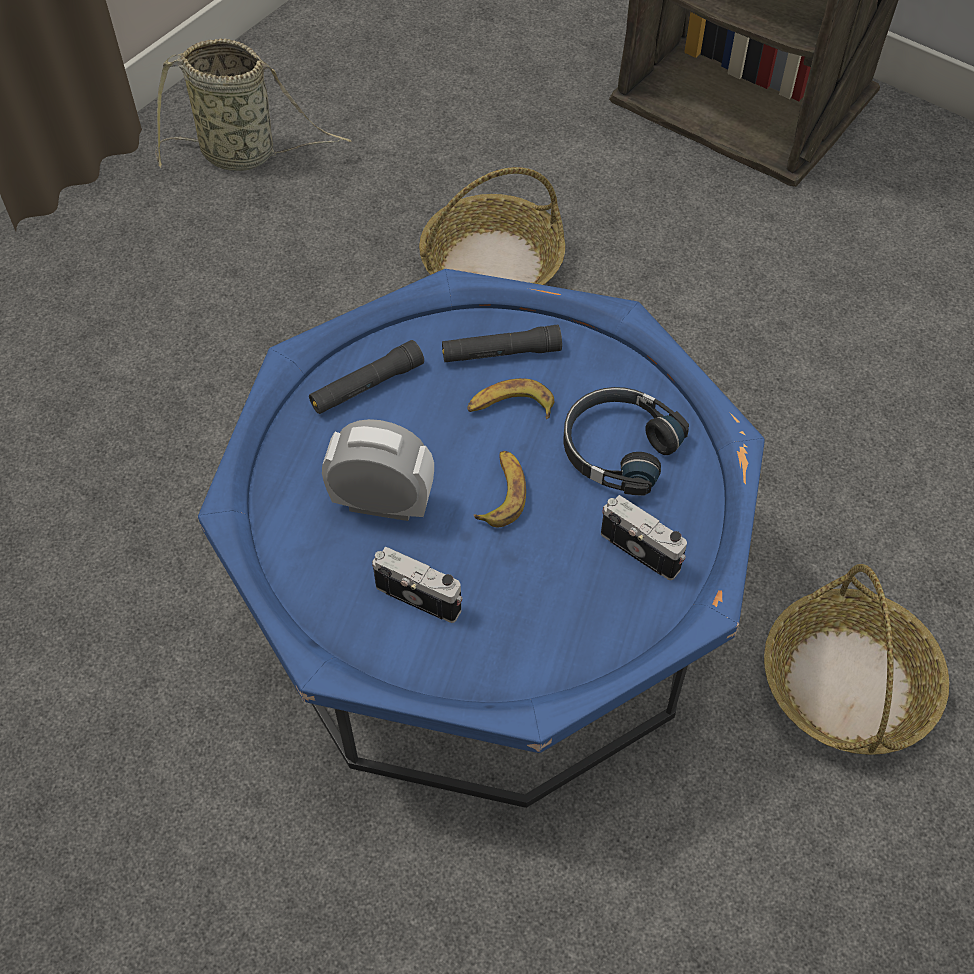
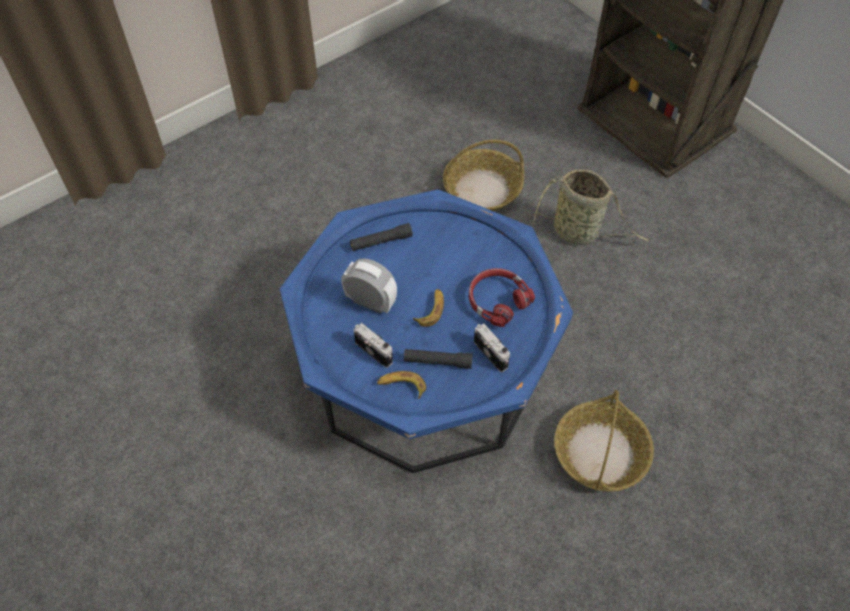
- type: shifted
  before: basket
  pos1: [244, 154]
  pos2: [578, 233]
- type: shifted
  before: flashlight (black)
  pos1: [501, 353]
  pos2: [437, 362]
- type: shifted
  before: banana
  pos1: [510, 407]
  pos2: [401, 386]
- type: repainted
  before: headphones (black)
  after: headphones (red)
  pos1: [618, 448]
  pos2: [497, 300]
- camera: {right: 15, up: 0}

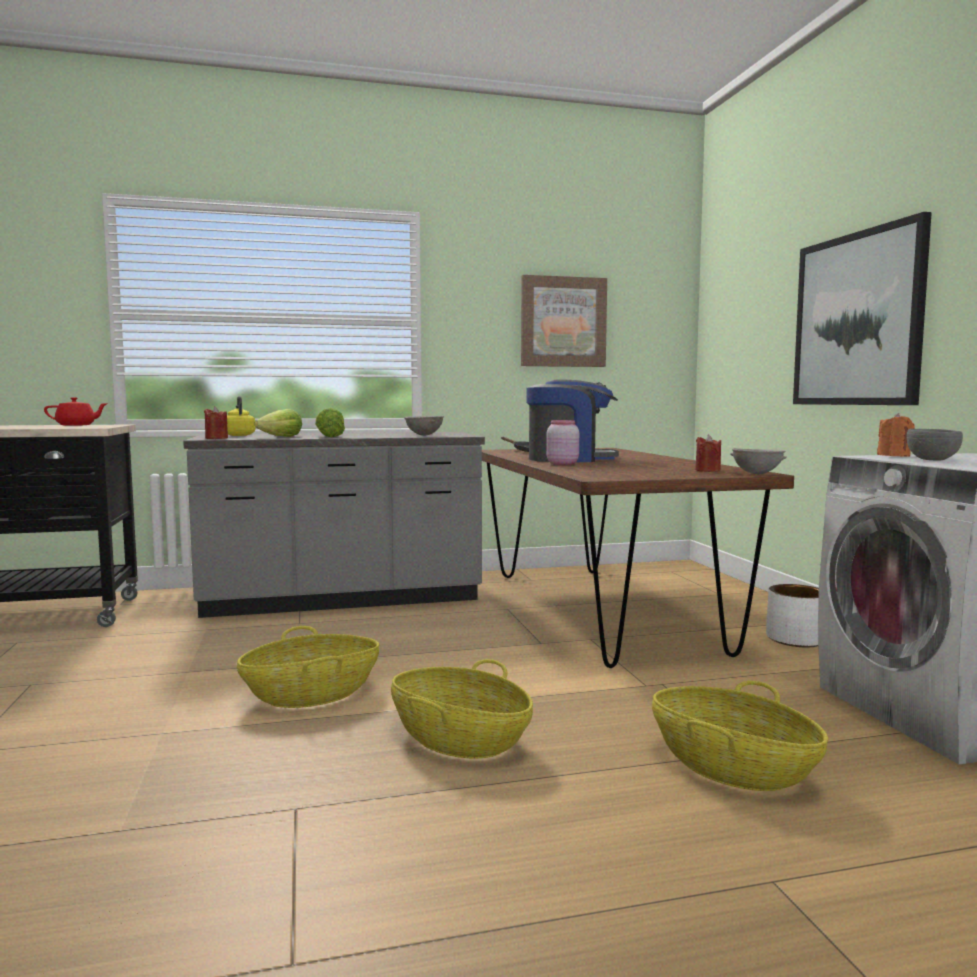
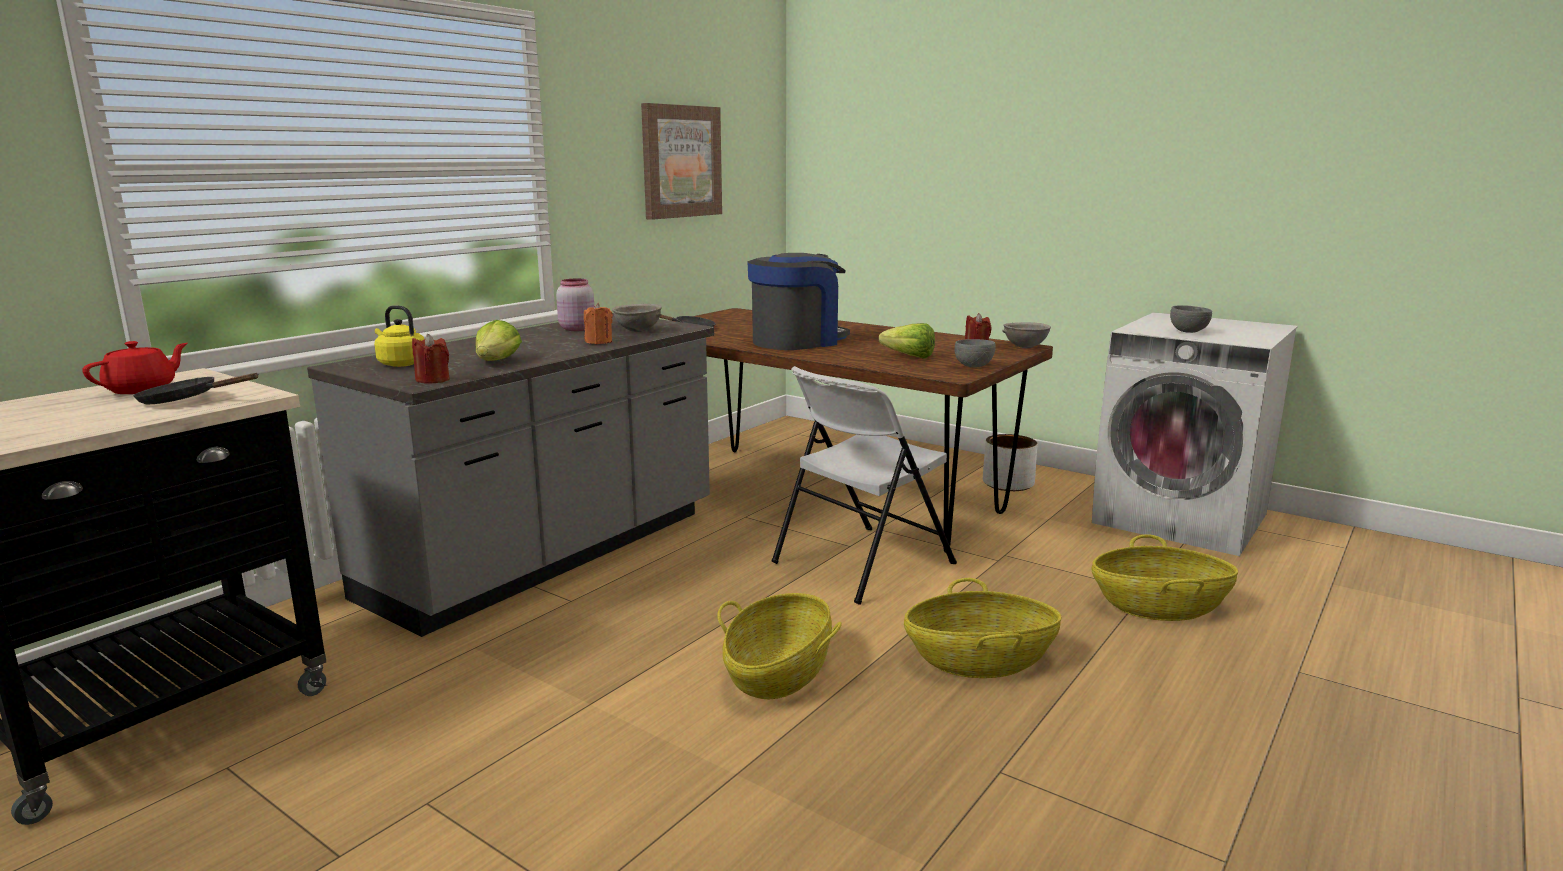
- type: gone
  before: picture
  pos1: [857, 319]
- type: shifted
  before: lettuce
  pos1: [328, 436]
  pos2: [905, 356]
- type: shifted
  before: candle (orange)
  pos1: [894, 456]
  pos2: [599, 342]
- type: shifted
  before: jar (pink)
  pos1: [562, 464]
  pos2: [576, 329]
- type: new
  after: bowl (grey)
  pos2: [973, 366]
- type: new
  after: chair (white)
  pos2: [863, 563]
- type: new
  after: frying pan (black)
  pos2: [186, 400]
- camera: {right: -40, up: 10}

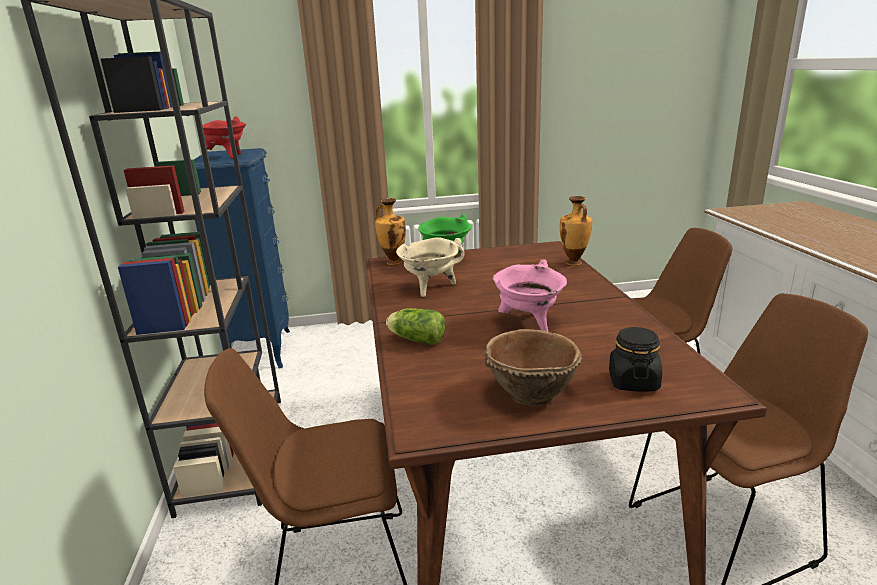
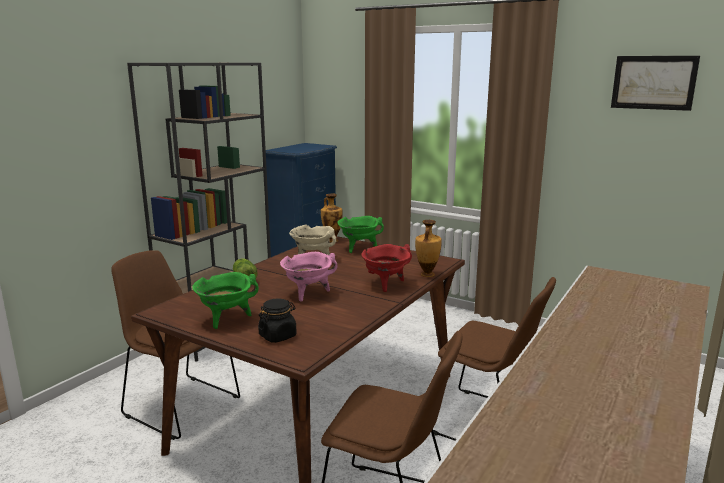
- type: shifted
  before: cooking pot (red)
  pos1: [227, 157]
  pos2: [385, 284]
- type: swapped
  before: bowl (brown)
  after: cooking pot (green)
  pos1: [530, 394]
  pos2: [226, 319]
- type: new
  after: picture
  pos2: [653, 82]
- camera: {right: 40, up: -5}

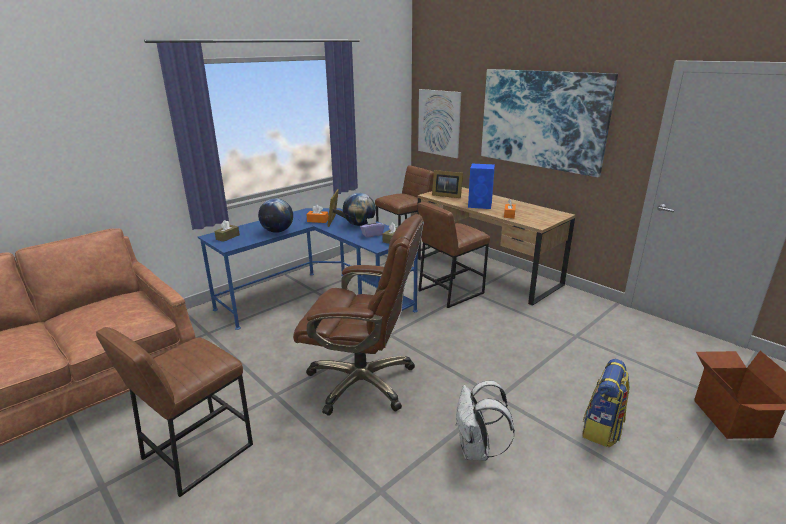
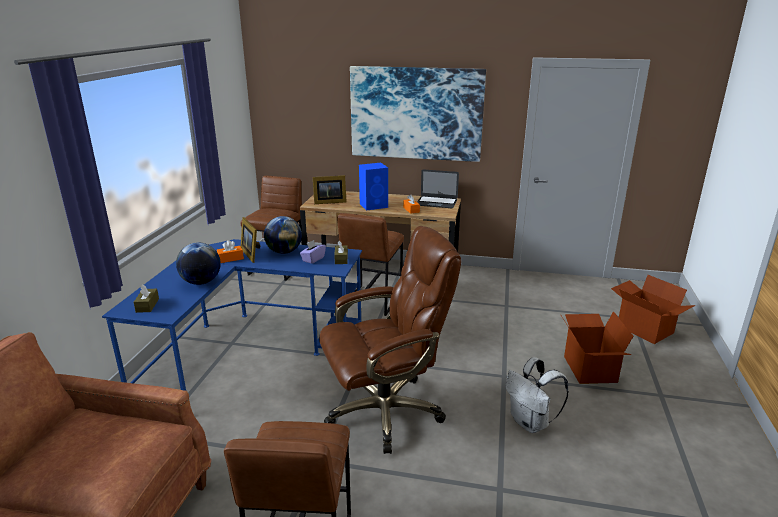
- type: gone
  before: picture
  pos1: [439, 123]
- type: swapped
  before: backpack
  after: cardboard box
  pos1: [602, 429]
  pos2: [588, 369]
- type: new
  after: laptop
  pos2: [436, 202]
- camera: {right: -35, up: 0}

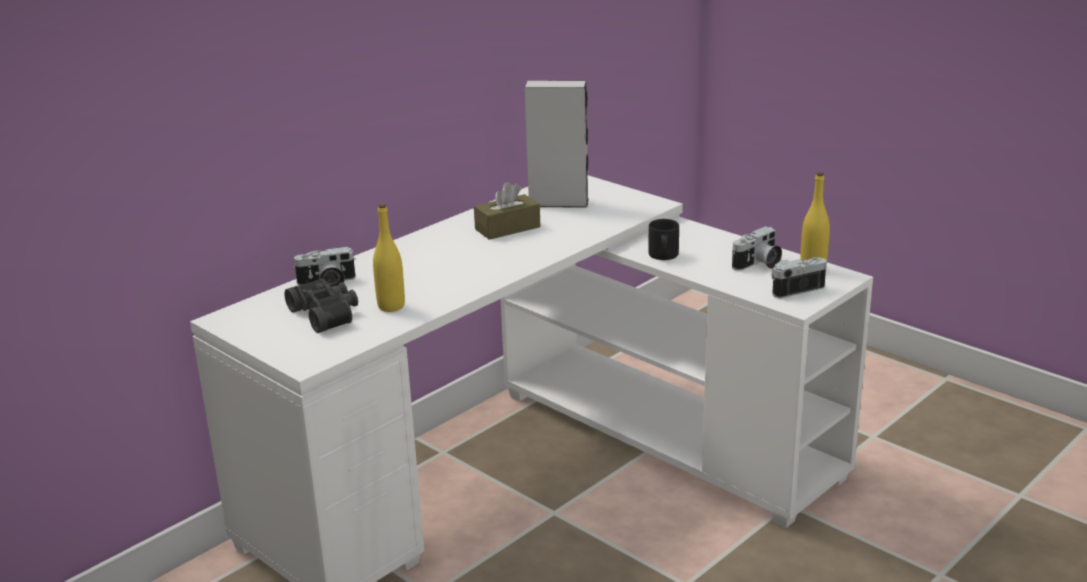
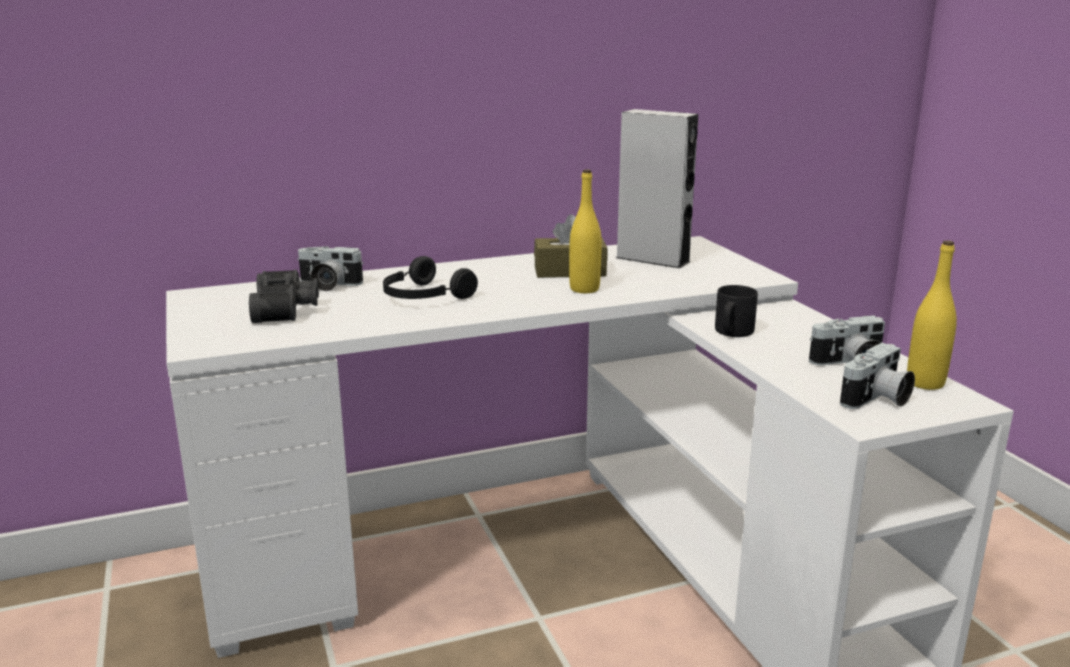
- type: shifted
  before: bottle (yellow)
  pos1: [391, 306]
  pos2: [584, 289]
- type: rotated
  before: photo camera
  pos1: [794, 288]
  pos2: [877, 400]
  turn: 135
- type: new
  after: headphones (black)
  pos2: [423, 297]
- camera: {right: 25, up: -5}

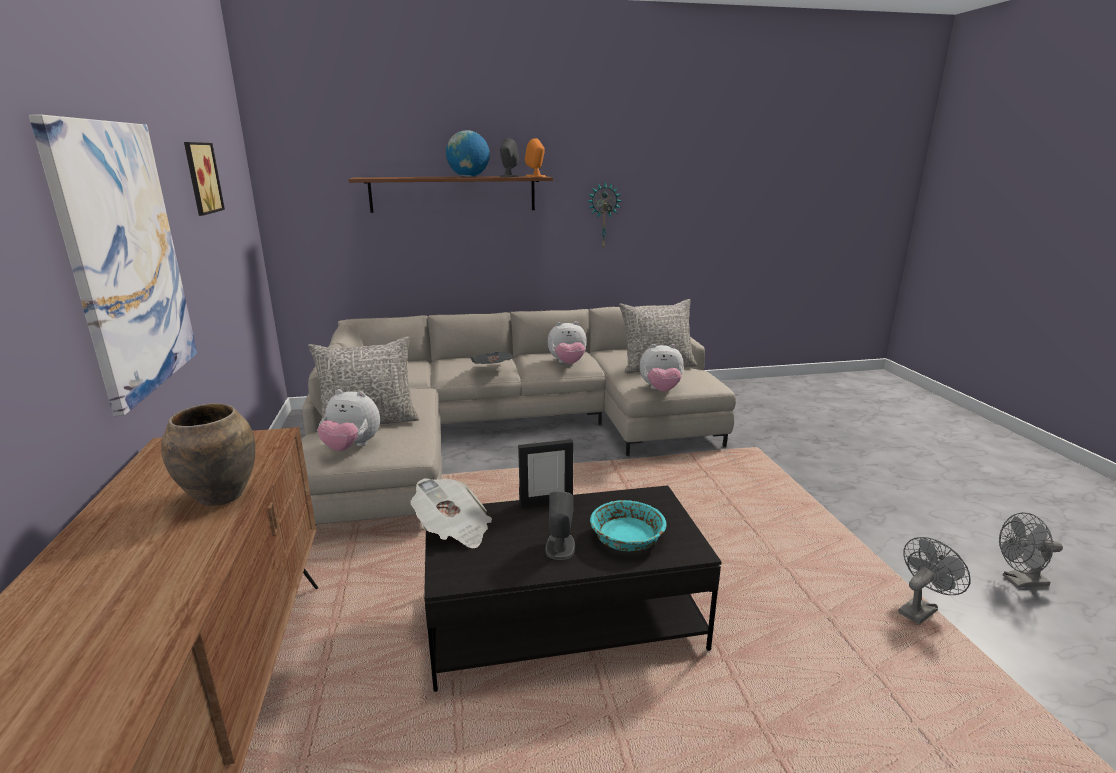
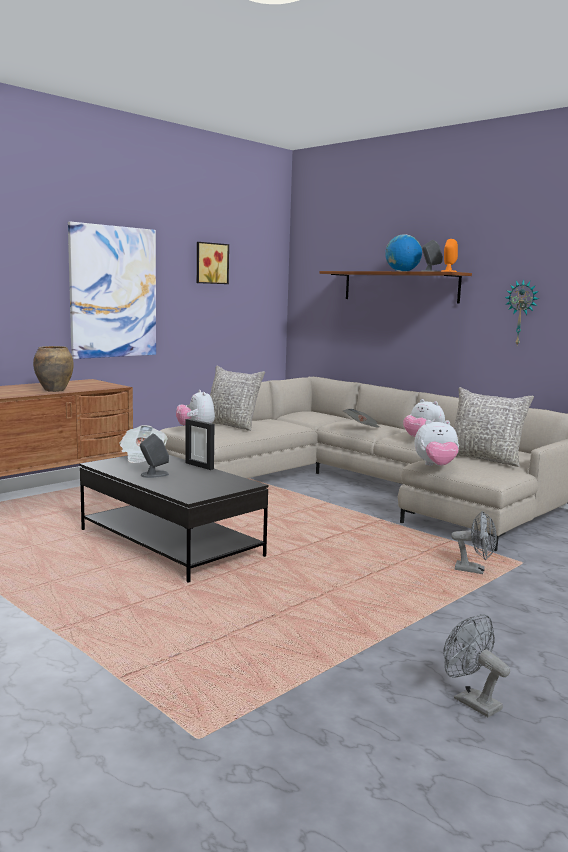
- type: rotated
  before: plush toy
  pos1: [660, 390]
  pos2: [436, 466]
  turn: -60
- type: gone
  before: bowl (turquoise)
  pos1: [626, 538]
- type: shifted
  before: fan (grey)
  pos1: [920, 609]
  pos2: [474, 570]
- camera: {right: 55, up: -10}

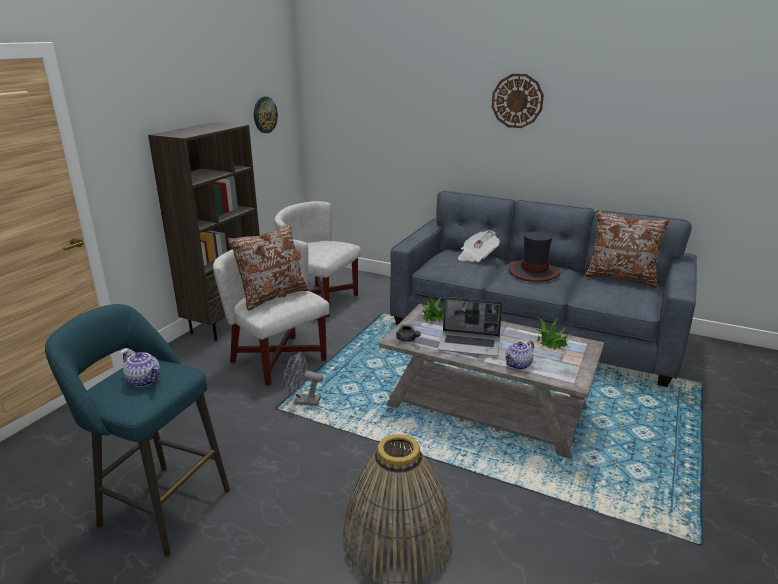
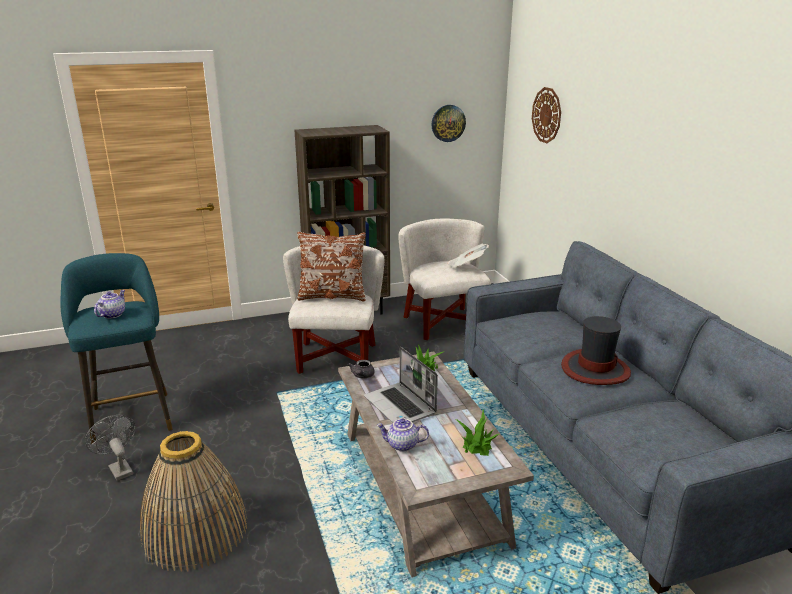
- type: shifted
  before: wall clock
  pos1: [517, 101]
  pos2: [546, 115]
- type: gone
  before: pillow (brown)
  pos1: [620, 279]
- type: shifted
  before: newspaper
  pos1: [476, 257]
  pos2: [466, 266]
- type: rotated
  before: teapot
  pos1: [145, 381]
  pos2: [112, 314]
  turn: -150
- type: shifted
  before: fan (grey)
  pos1: [302, 401]
  pos2: [118, 468]
- camera: {right: 45, up: 0}

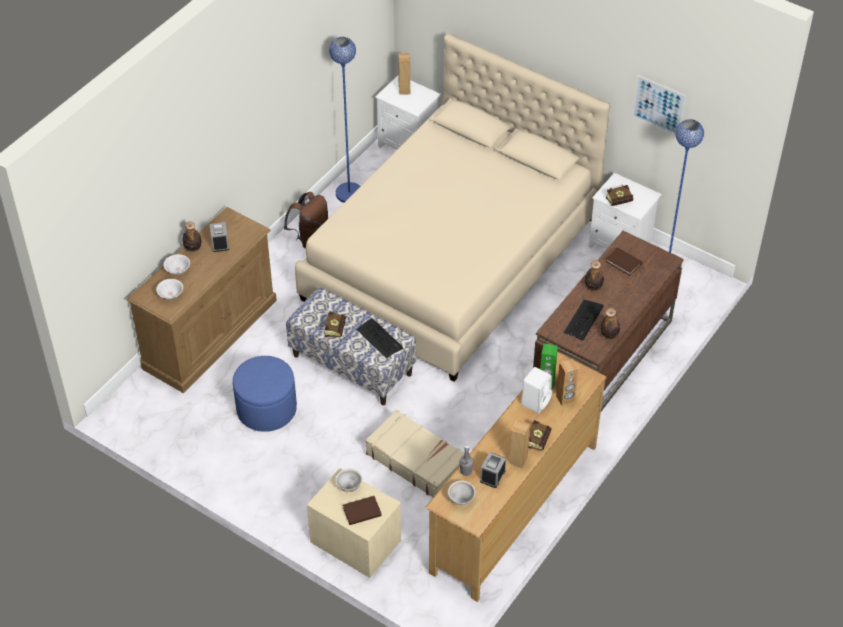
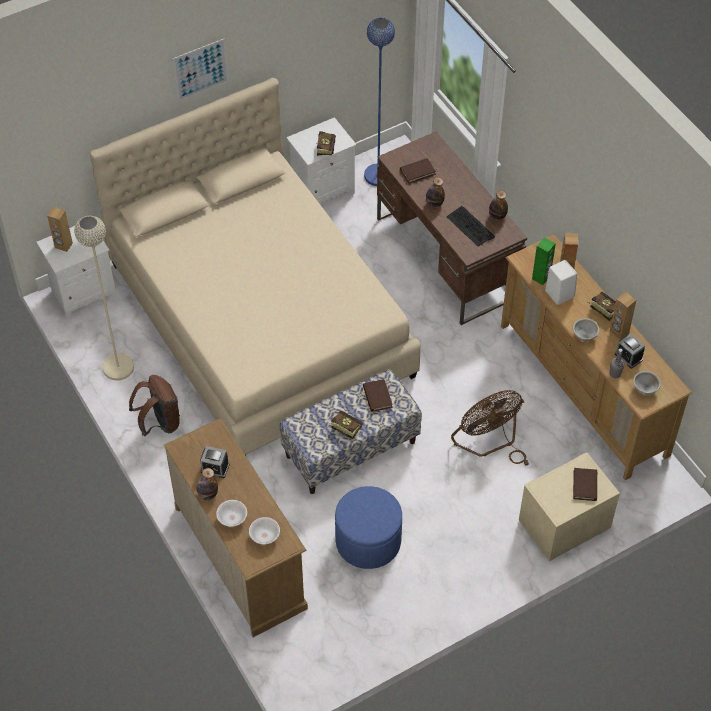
- type: repainted
  before: floor lamp (blue)
  after: floor lamp (beige)
  pos1: [349, 193]
  pos2: [118, 367]
- type: shifted
  before: picture
  pos1: [658, 106]
  pos2: [201, 69]
- type: swapped
  before: keyboard
  after: book (brown)
  pos1: [379, 338]
  pos2: [377, 397]
- type: swapped
  before: suitcase (beige)
  after: fan (brown)
  pos1: [416, 461]
  pos2: [494, 441]
- type: shifted
  before: bowl (grey)
  pos1: [348, 486]
  pos2: [584, 336]
- camera: {right: -65, up: 5}

